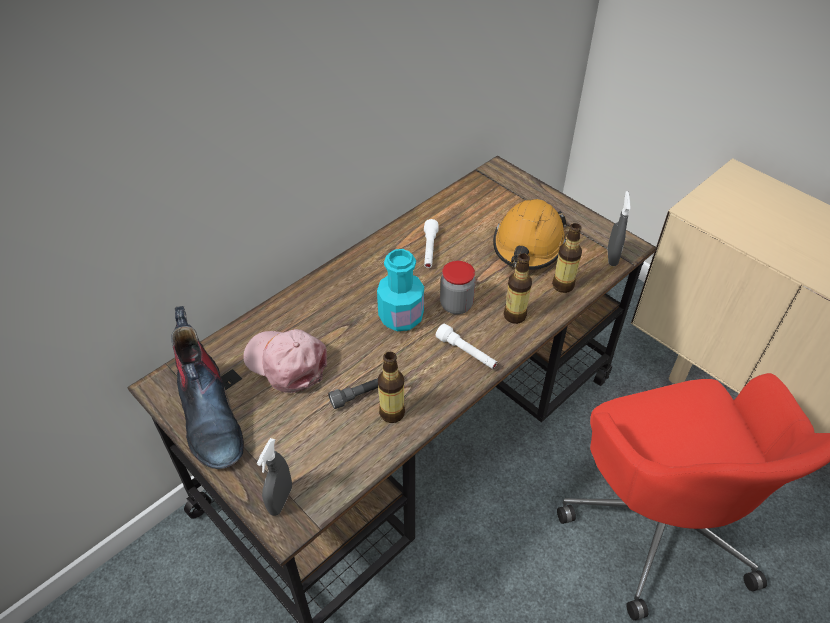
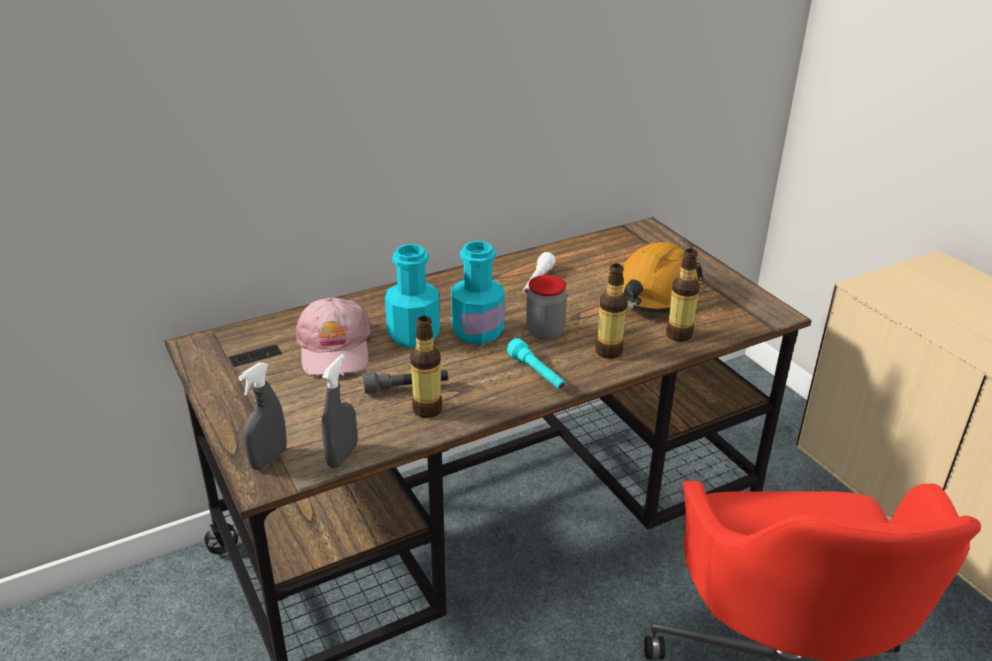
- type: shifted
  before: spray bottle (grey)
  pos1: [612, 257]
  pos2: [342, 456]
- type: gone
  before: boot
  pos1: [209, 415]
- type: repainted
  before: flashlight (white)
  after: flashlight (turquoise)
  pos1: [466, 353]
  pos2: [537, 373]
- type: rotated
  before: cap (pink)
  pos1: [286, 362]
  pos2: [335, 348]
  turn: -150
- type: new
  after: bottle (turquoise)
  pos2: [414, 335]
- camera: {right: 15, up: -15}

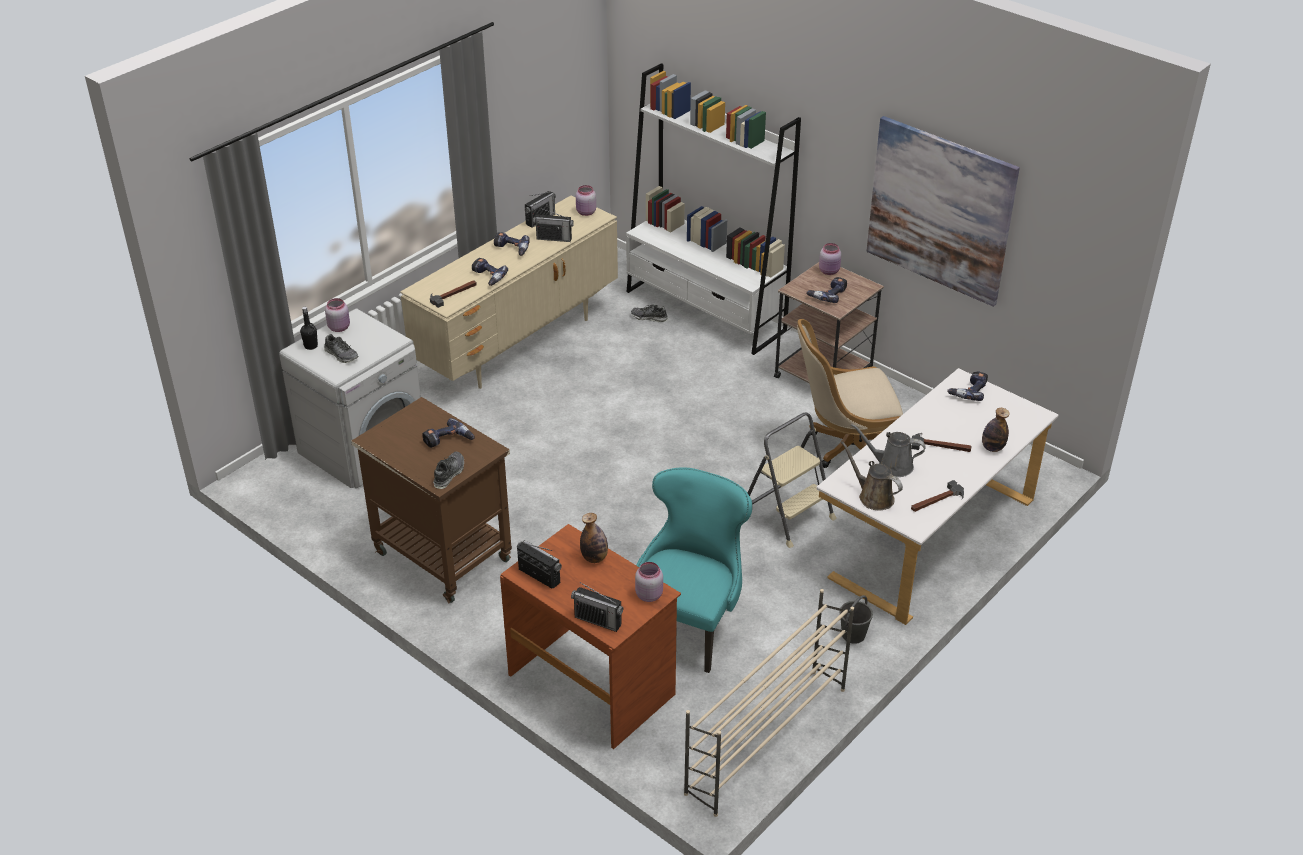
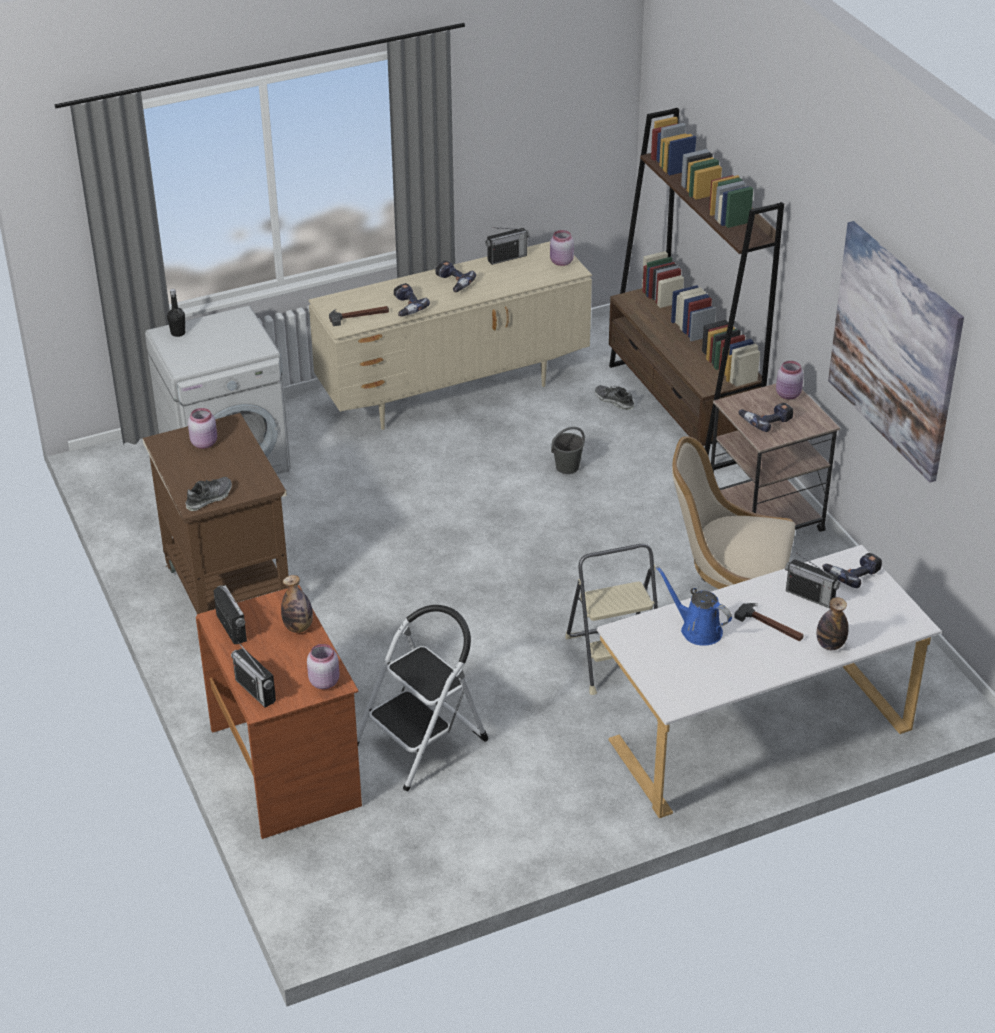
- type: repainted
  before: bookcase (white)
  after: bookcase (brown)
  pos1: [705, 311]
  pos2: [682, 410]
- type: shifted
  before: radio
  pos1: [554, 238]
  pos2: [810, 596]
- type: shifted
  before: jar (pink)
  pos1: [339, 327]
  pos2: [205, 443]
- type: gone
  before: shoe
  pos1: [341, 355]
- type: gone
  before: power drill
  pos1: [448, 441]
- type: repainted
  before: watering can (grey)
  after: watering can (blue)
  pos1: [891, 465]
  pos2: [697, 629]
- type: gone
  before: watering can (brown)
  pos1: [873, 497]
- type: swapped
  before: chair (turquoise)
  after: step ladder
  pos1: [688, 625]
  pos2: [424, 741]
- type: gone
  before: hammer
  pos1: [937, 501]
- type: gone
  before: shoe rack (beige)
  pos1: [765, 740]
- type: shifted
  before: bucket (grey)
  pos1: [853, 635]
  pos2: [567, 467]
- camera: {right: 25, up: 0}

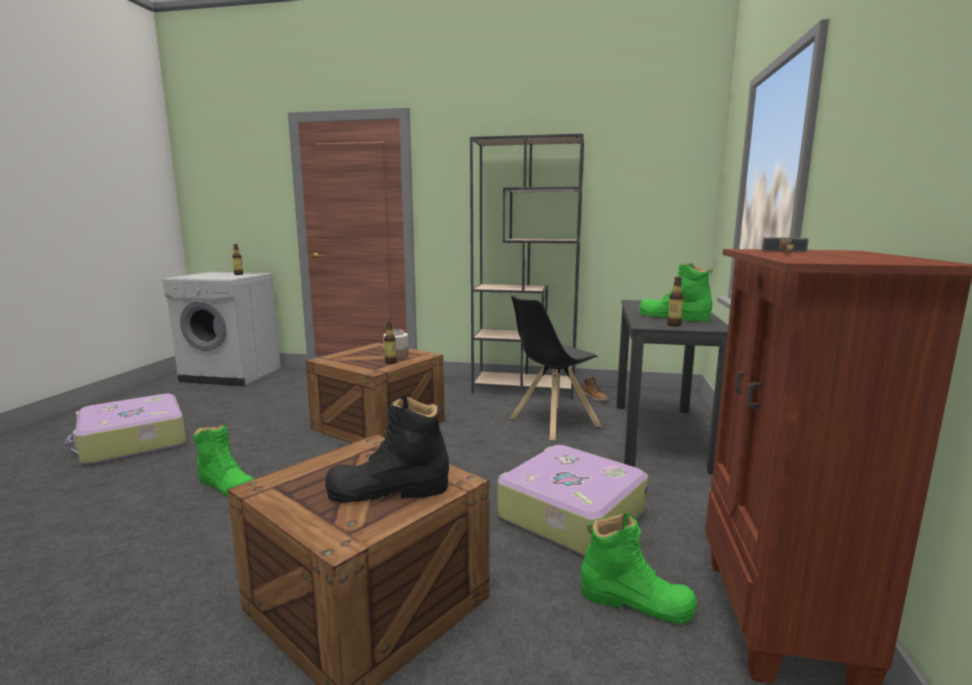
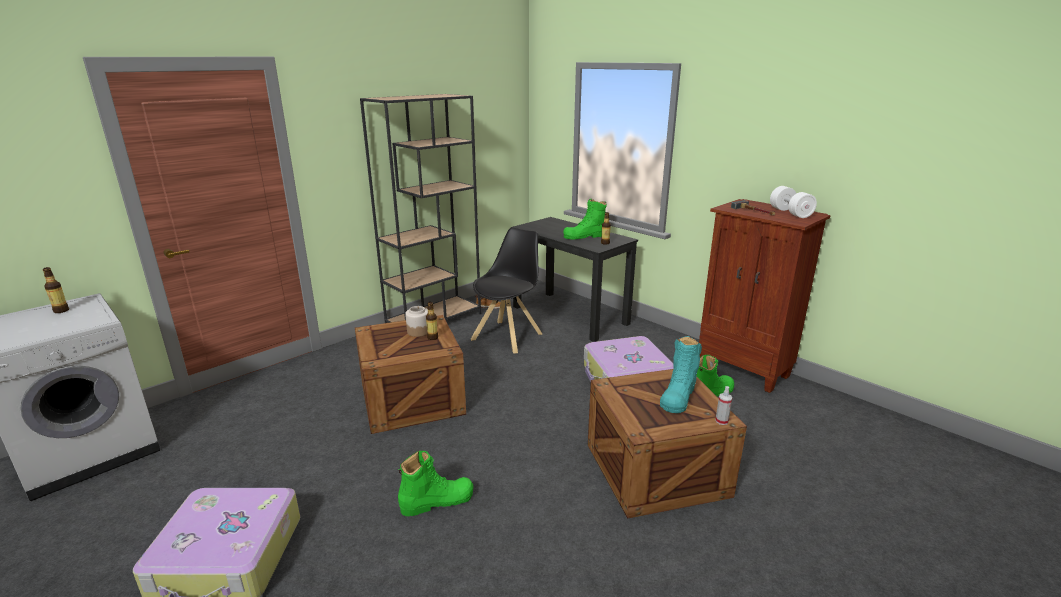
- type: rotated
  before: chair (black)
  pos1: [552, 423]
  pos2: [508, 336]
  turn: -150
- type: repainted
  before: boot (black)
  after: boot (turquoise)
  pos1: [388, 490]
  pos2: [678, 395]
- type: new
  after: dumbbell (white)
  pos2: [790, 213]
- type: new
  after: spray bottle
  pos2: [721, 421]
- camera: {right: -55, up: 10}

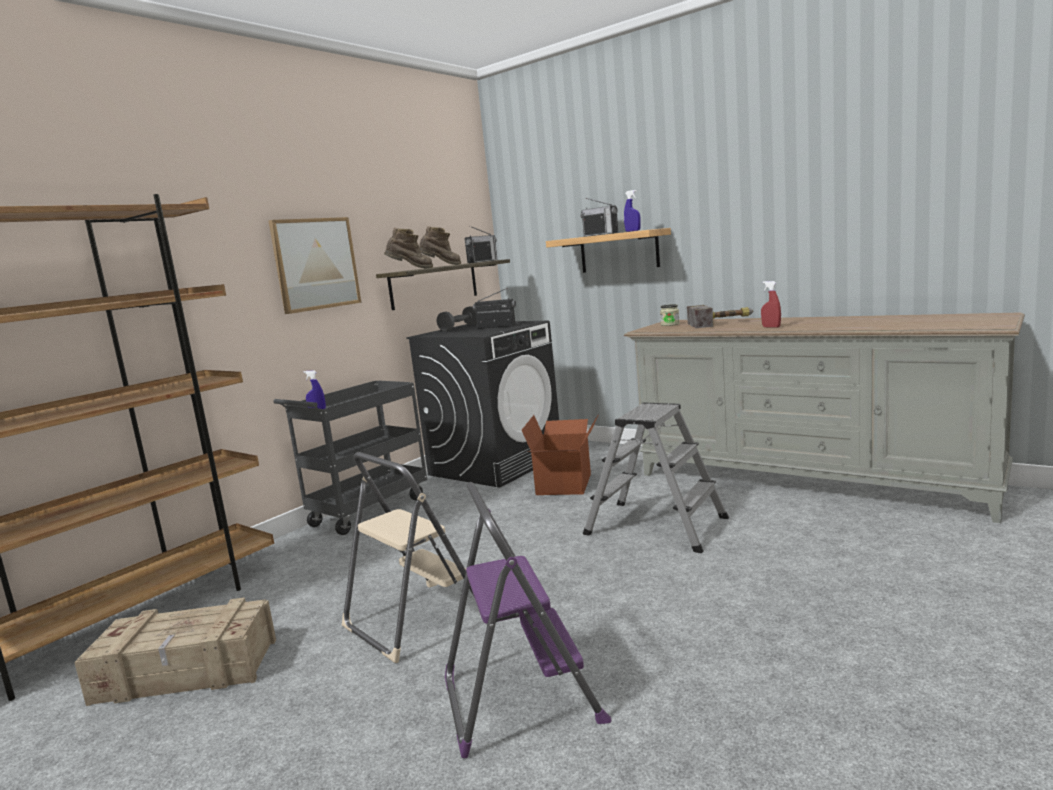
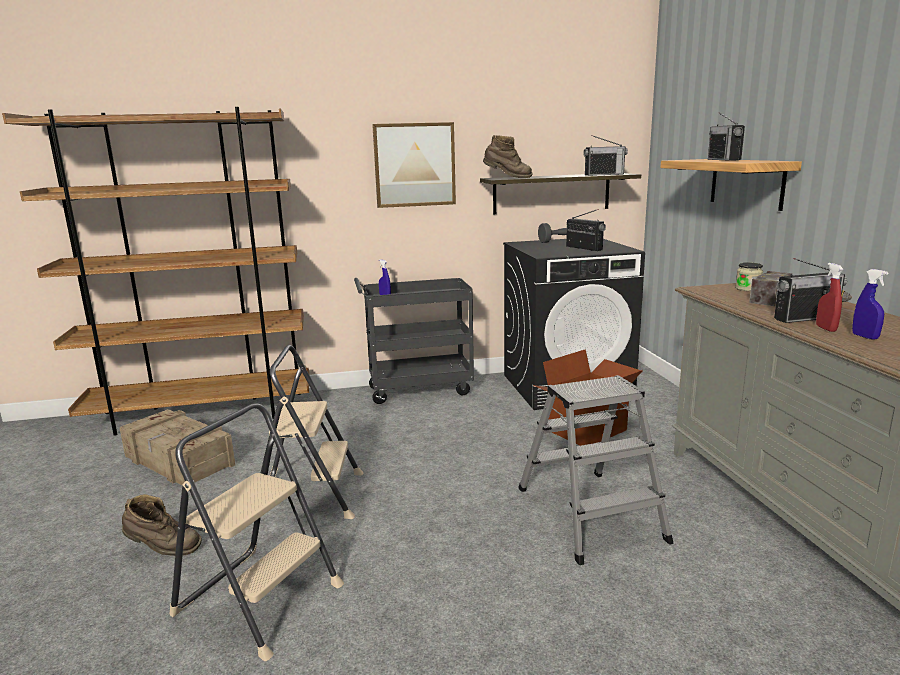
- type: shifted
  before: spray bottle (blue)
  pos1: [633, 231]
  pos2: [865, 337]
- type: shifted
  before: boot (brown)
  pos1: [442, 266]
  pos2: [163, 550]
- type: repainted
  before: step ladder (purple)
  after: step ladder (beige)
  pos1: [514, 699]
  pos2: [254, 596]
- type: new
  after: radio
  pos2: [805, 318]
- camera: {right: 40, up: 5}

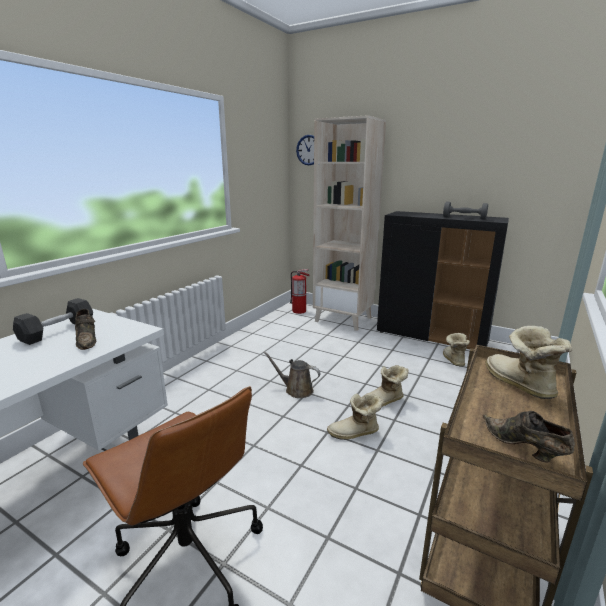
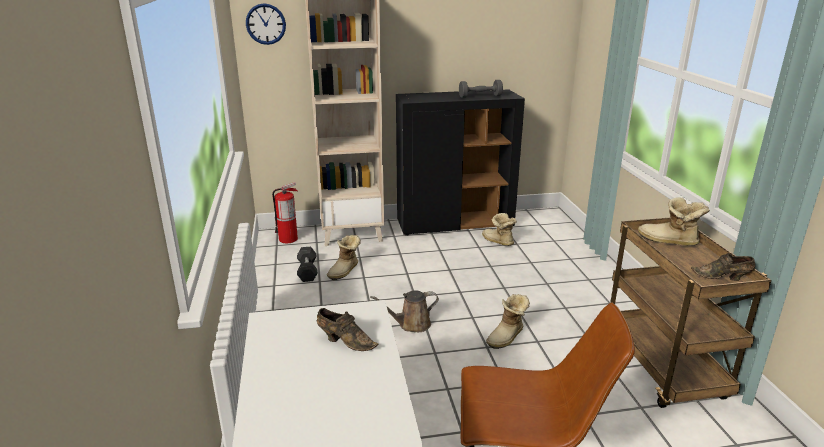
- type: shifted
  before: dumbbell (grey)
  pos1: [58, 331]
  pos2: [307, 271]
- type: shifted
  before: boot
  pos1: [384, 402]
  pos2: [345, 271]
- camera: {right: -40, up: 5}

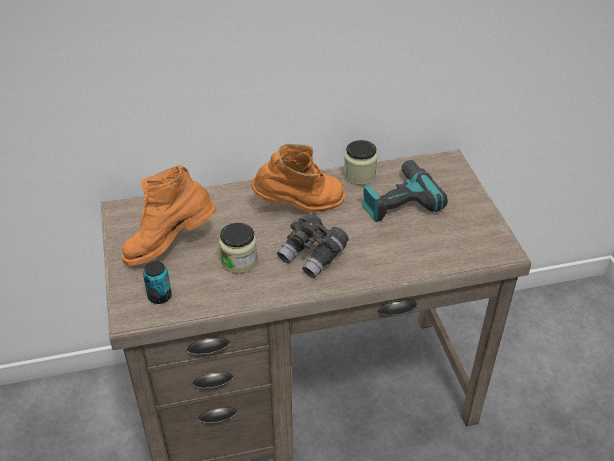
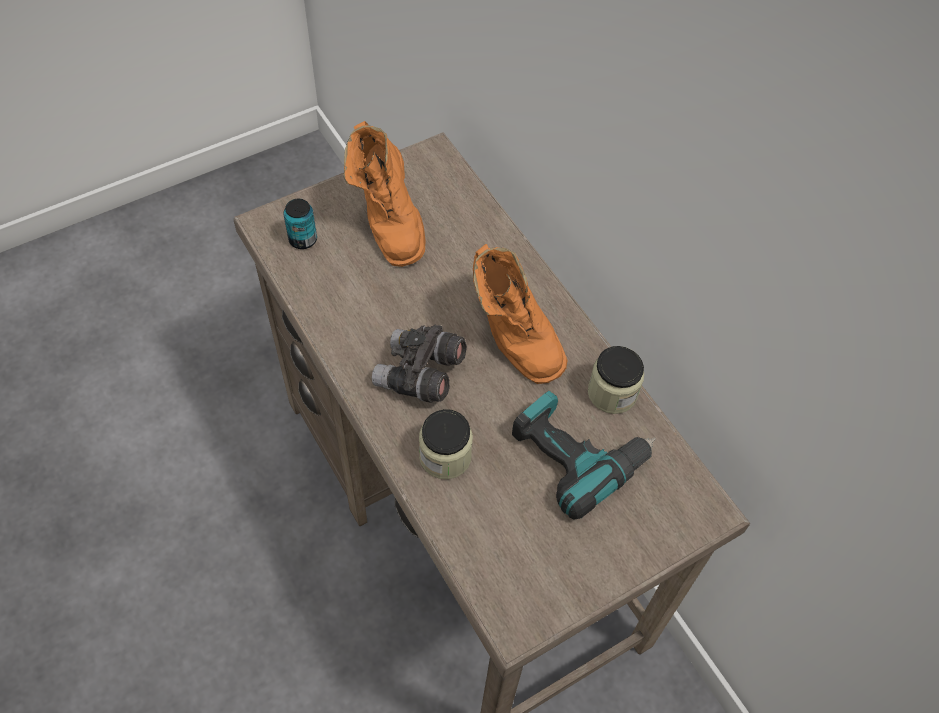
- type: rotated
  before: boot (orange)
  pos1: [170, 245]
  pos2: [388, 221]
  turn: -150
- type: shifted
  before: jar
  pos1: [239, 261]
  pos2: [445, 456]
- camera: {right: 70, up: 15}

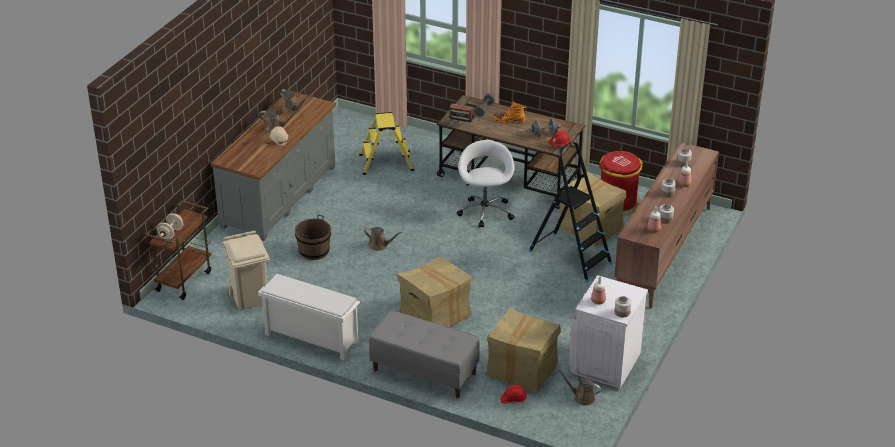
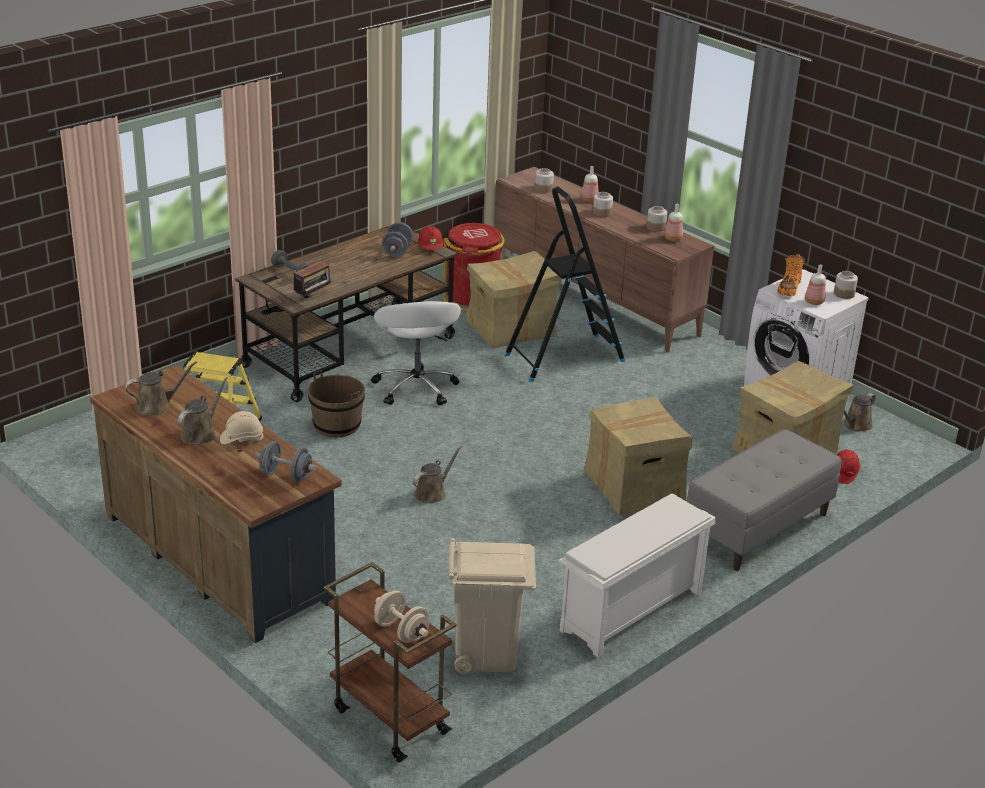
- type: repainted
  before: dresser (grey)
  after: dresser (blue)
  pos1: [280, 196]
  pos2: [217, 557]
- type: shifted
  before: boot (orange)
  pos1: [509, 120]
  pos2: [789, 288]
- type: rotated
  before: office chair (white)
  pos1: [485, 212]
  pos2: [416, 389]
  turn: -120
- type: shifted
  before: bucket (brown)
  pos1: [314, 251]
  pos2: [337, 425]
- type: new
  after: dumbbell (grey)
  pos2: [286, 475]
- camera: {right: -70, up: -5}

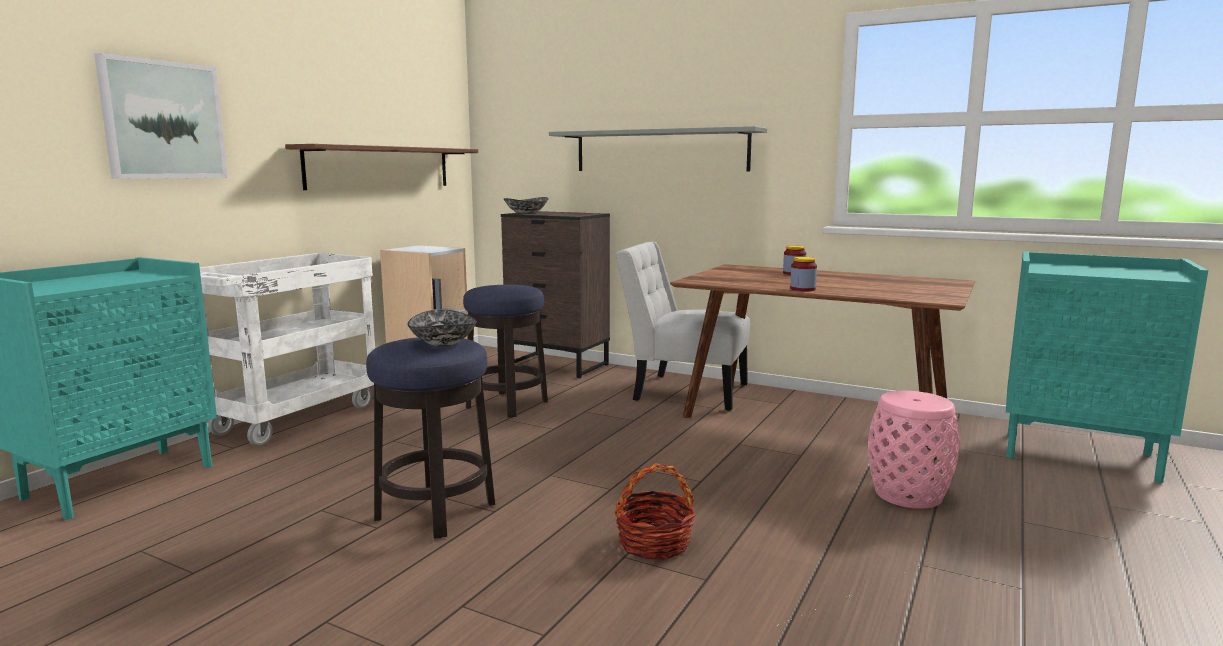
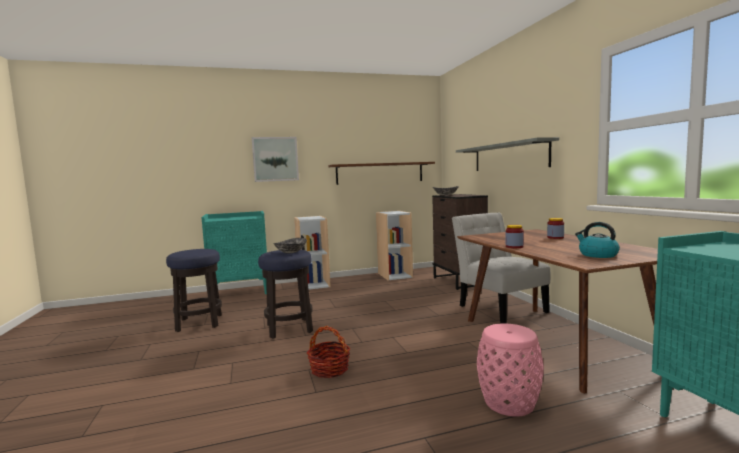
- type: swapped
  before: cart (white)
  after: bookcase
  pos1: [291, 422]
  pos2: [314, 284]
- type: shifted
  before: stool
  pos1: [507, 405]
  pos2: [199, 323]
- type: new
  after: kettle
  pos2: [597, 255]
- camera: {right: 45, up: -5}

